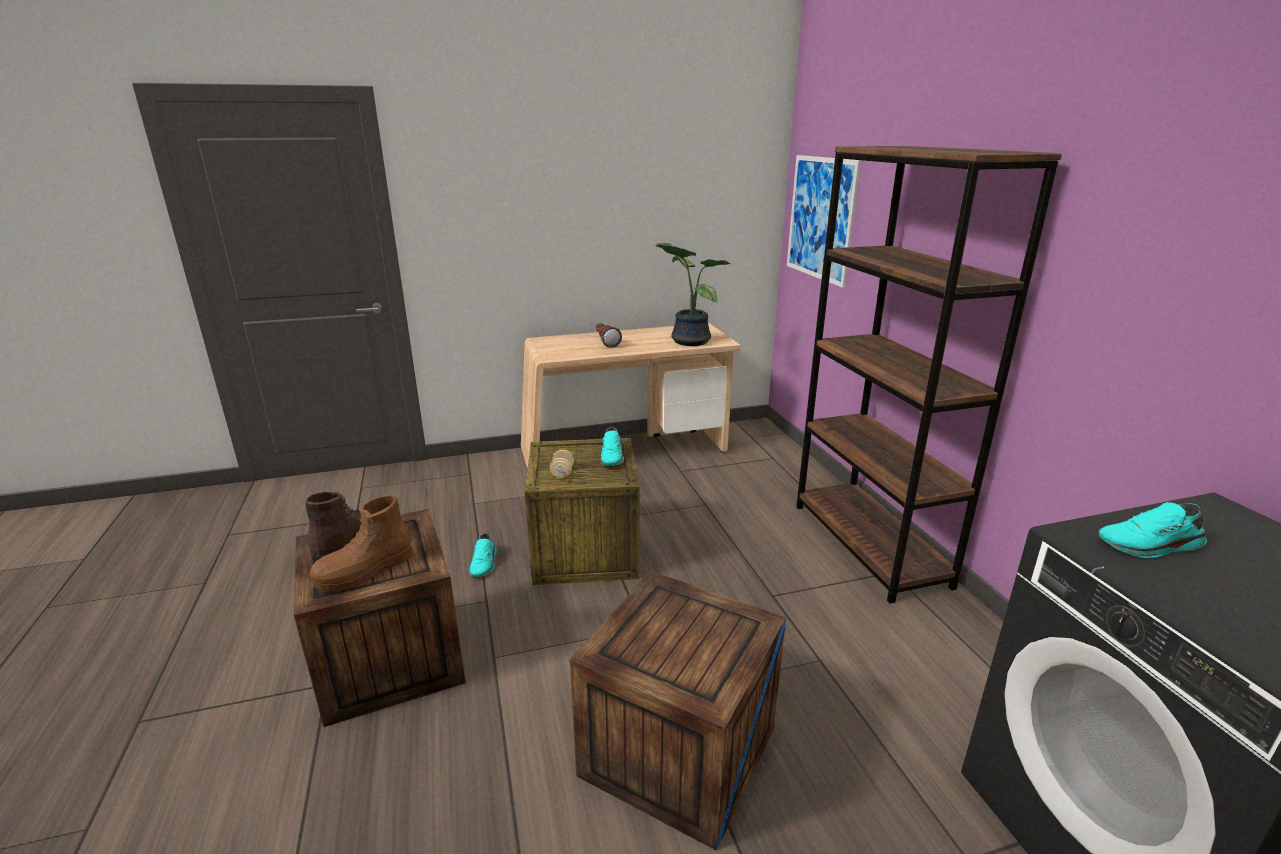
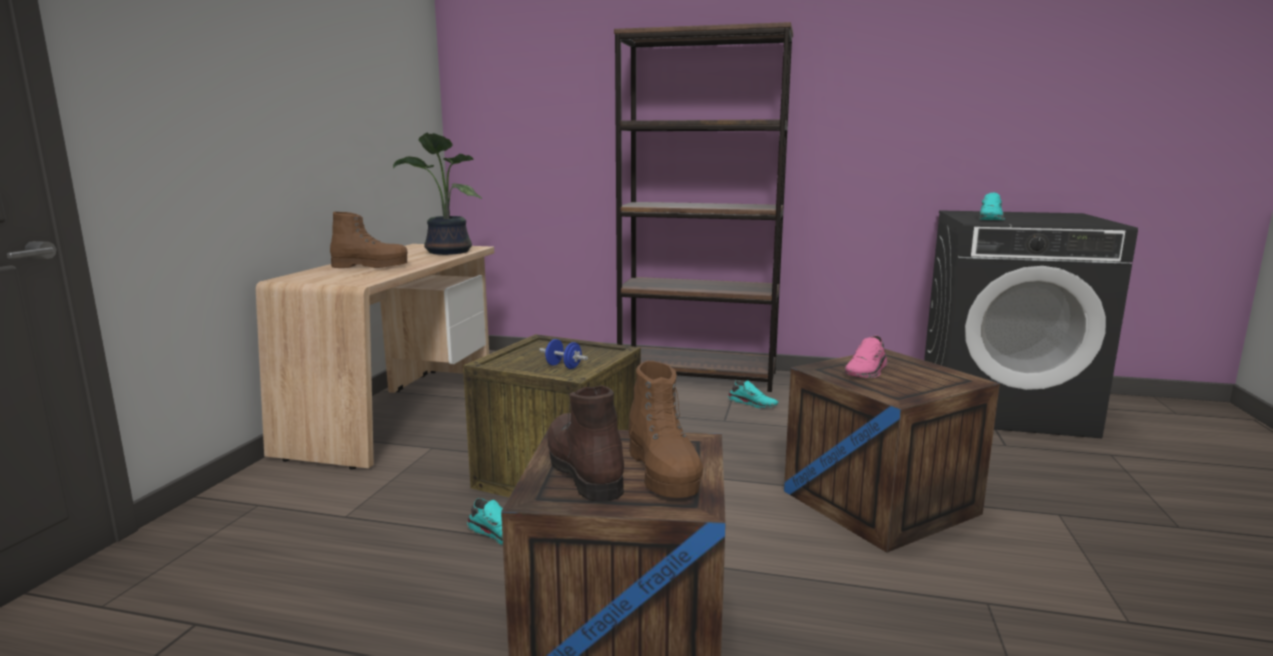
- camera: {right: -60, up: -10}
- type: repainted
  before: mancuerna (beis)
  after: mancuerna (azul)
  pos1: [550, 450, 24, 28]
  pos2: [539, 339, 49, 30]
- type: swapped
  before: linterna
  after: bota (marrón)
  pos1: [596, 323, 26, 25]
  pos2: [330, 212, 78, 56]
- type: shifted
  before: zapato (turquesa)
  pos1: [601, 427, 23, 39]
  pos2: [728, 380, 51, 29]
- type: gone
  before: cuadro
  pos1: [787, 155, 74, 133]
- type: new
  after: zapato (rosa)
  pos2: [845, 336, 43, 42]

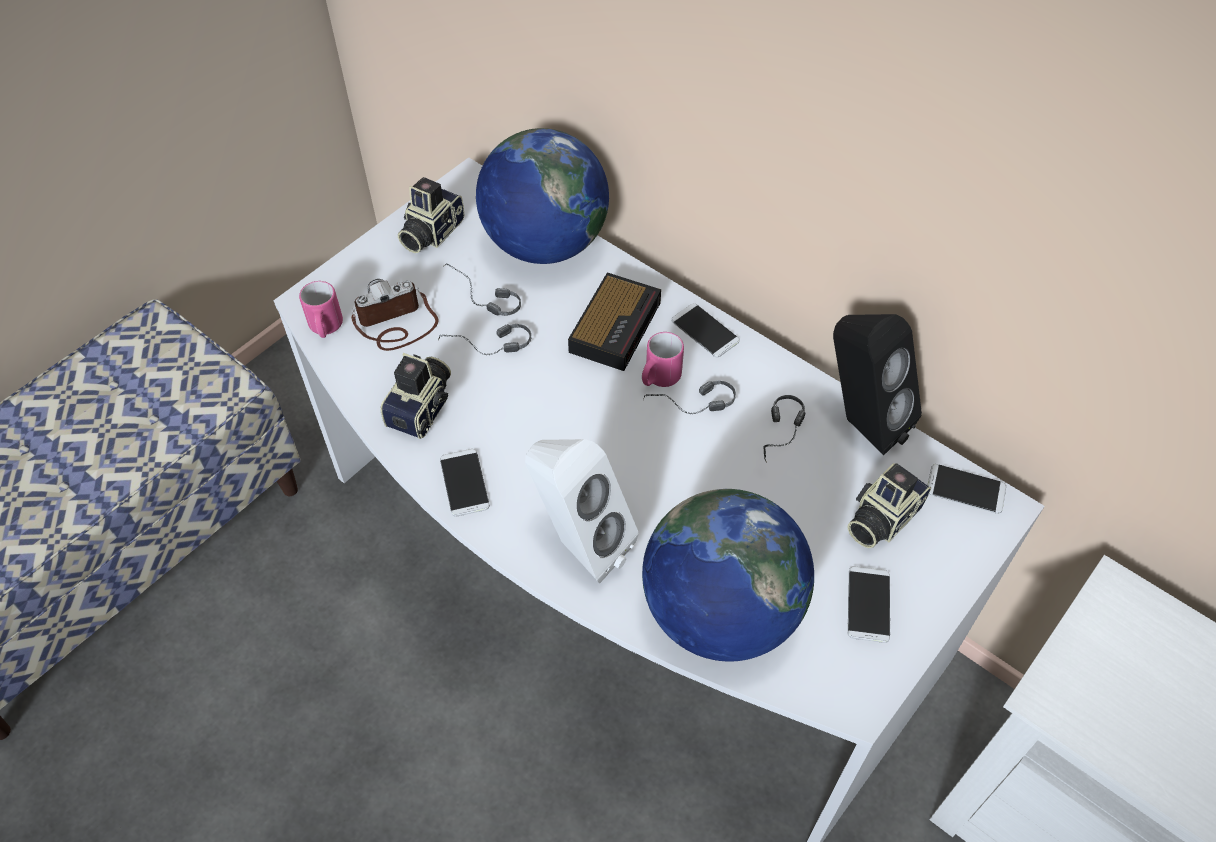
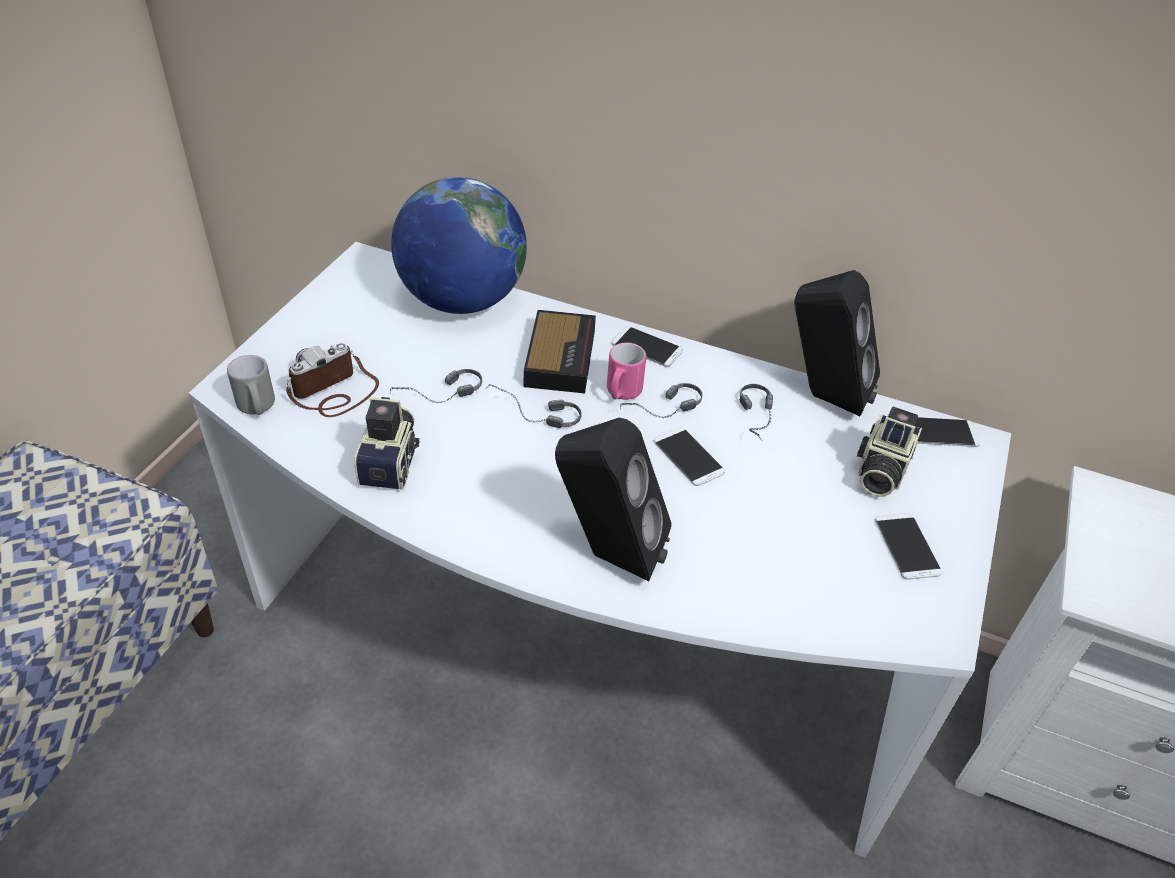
- camera: {right: -20, up: -10}
- type: repainted
  before: taza grande (rosa)
  after: taza grande (gris)
  pos1: [299, 281, 44, 57]
  pos2: [227, 355, 48, 60]
- type: gone
  before: cámara
  pos1: [398, 177, 66, 76]
- type: shifted
  before: móvil
  pos1: [440, 449, 50, 68]
  pos2: [654, 428, 71, 58]
- type: shifted
  before: auriculares
  pos1: [443, 263, 78, 53]
  pos2: [487, 384, 95, 44]
- type: repainted
  before: altavoz (blanco)
  after: altavoz (negro)
  pos1: [525, 439, 114, 144]
  pos2: [555, 417, 117, 164]
- type: gone
  before: globo terráqueo
  pos1: [642, 489, 172, 173]

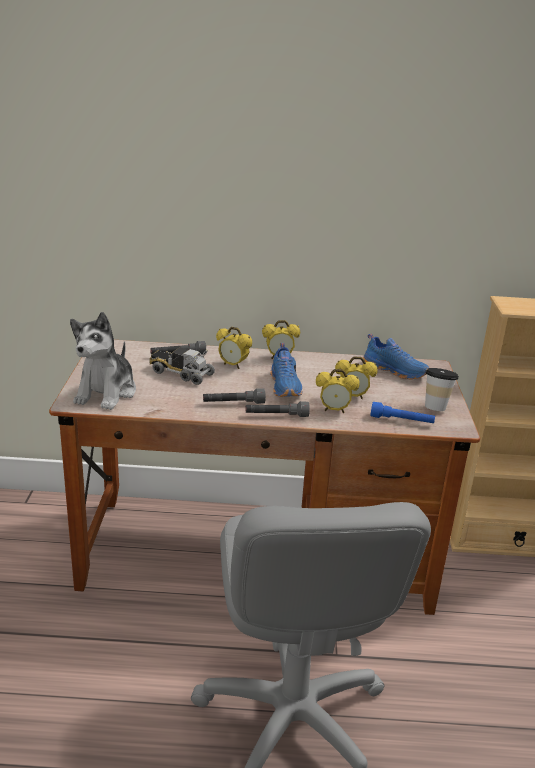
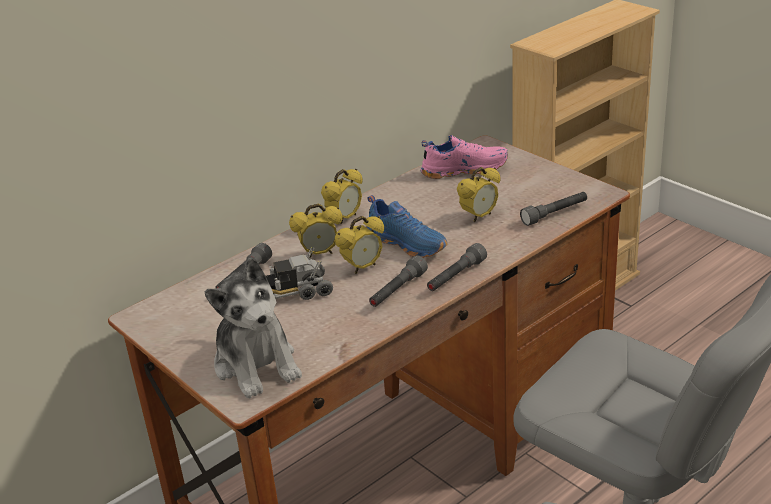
- camera: {right: -40, up: 5}
- type: shifted
  before: despertador
  pos1: [316, 369, 44, 44]
  pos2: [335, 216, 49, 58]
- type: repainted
  before: zapato (azul)
  after: zapato (rosa)
  pos1: [363, 334, 66, 46]
  pos2: [420, 135, 88, 44]
- type: repainted
  before: linterna (azul)
  after: linterna (gris)
  pos1: [370, 402, 65, 21]
  pos2: [520, 192, 67, 34]
- type: gone
  before: taza
  pos1: [425, 368, 34, 43]

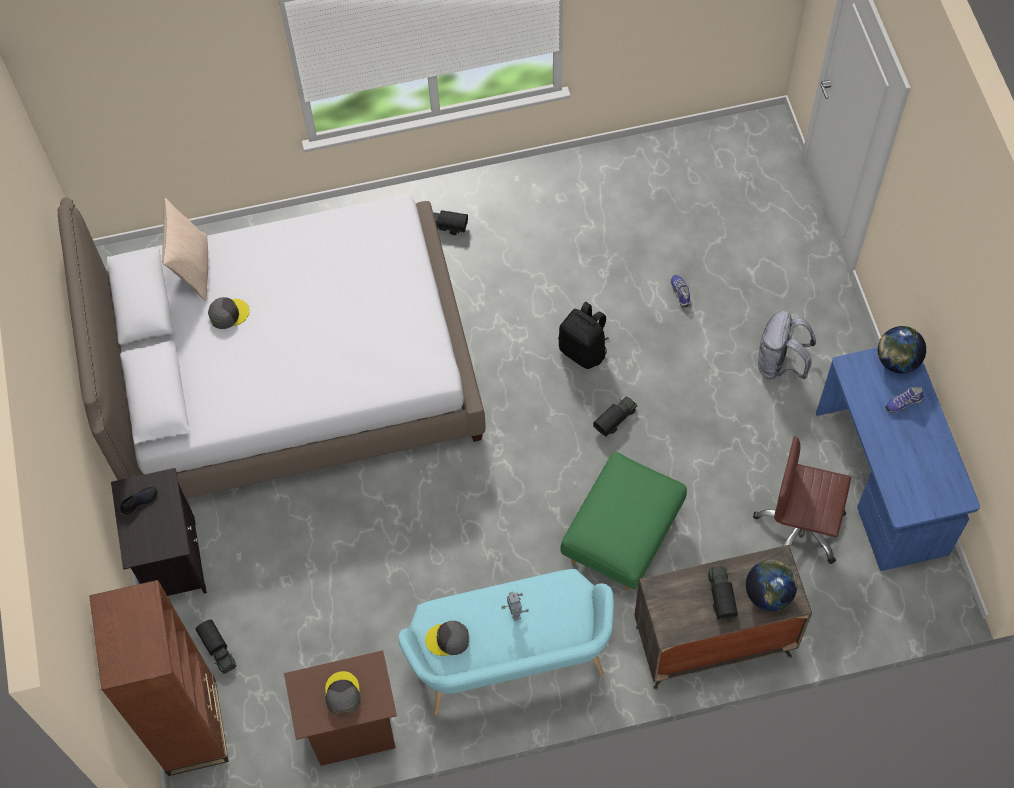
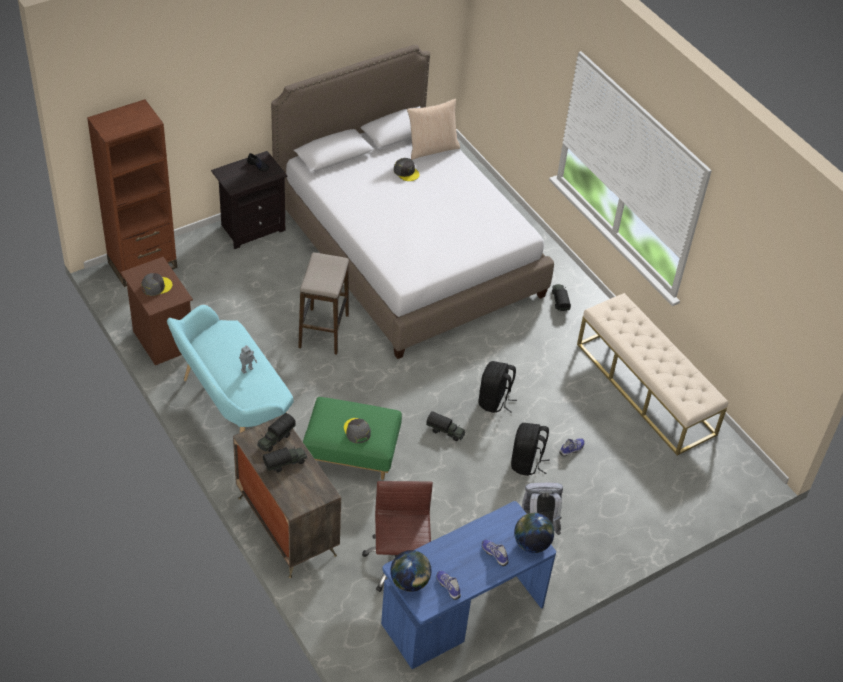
- camera: {right: 65, up: -15}
- type: shifted
  before: camión de juguete
  pos1: [196, 619, 41, 55]
  pos2: [257, 413, 39, 39]
- type: shifted
  before: gorra (gris)
  pos1: [425, 621, 44, 35]
  pos2: [344, 418, 27, 25]
- type: shifted
  before: globo terráqueo
  pos1: [746, 559, 51, 52]
  pos2: [390, 550, 41, 42]
- type: new
  after: taburete
  pos2: [298, 252, 51, 103]
- type: new
  after: zapato
  pos2: [436, 570, 25, 30]
- type: new
  after: mochila (negro)
  pos2: [511, 423, 39, 53]
- type: new
  after: banco (beis)
  pos2: [577, 293, 152, 162]

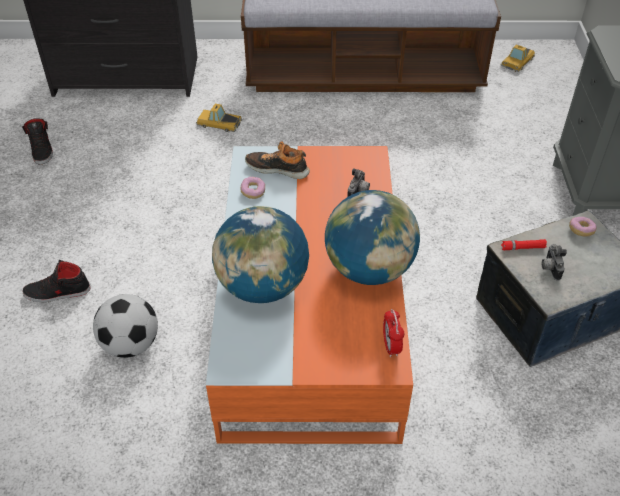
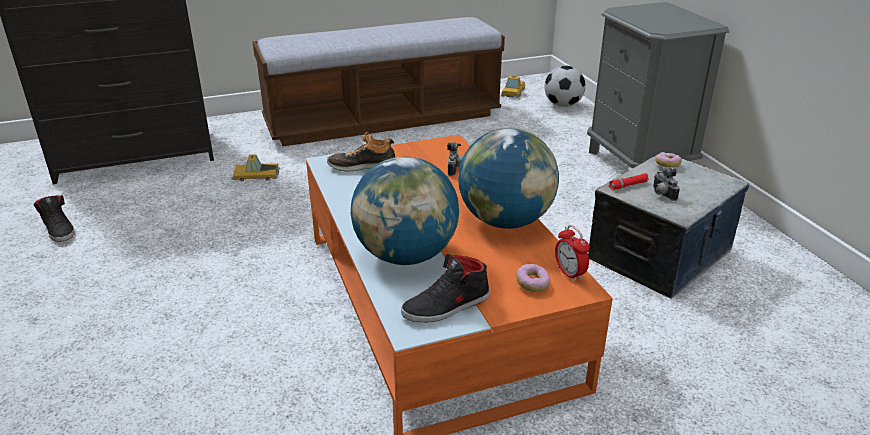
- camera: {right: -20, up: -15}
- type: shifted
  before: zapato (negro)
  pos1: [22, 260, 69, 42]
  pos2: [401, 254, 88, 69]
- type: shifted
  before: balón de fútbol
  pos1: [93, 294, 65, 64]
  pos2: [544, 66, 42, 41]
- type: shifted
  before: rosquilla
  pos1: [241, 177, 24, 22]
  pos2: [516, 264, 34, 28]

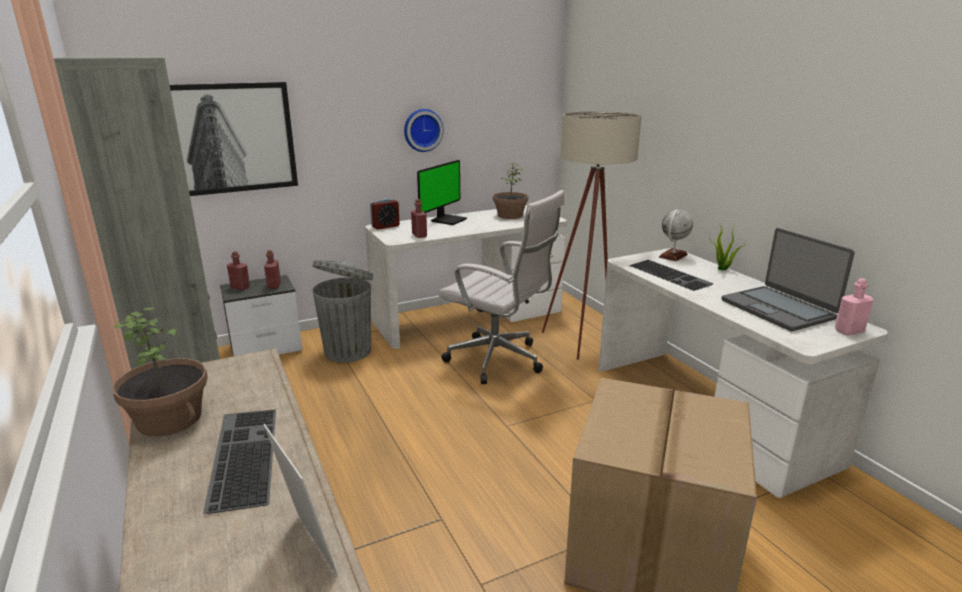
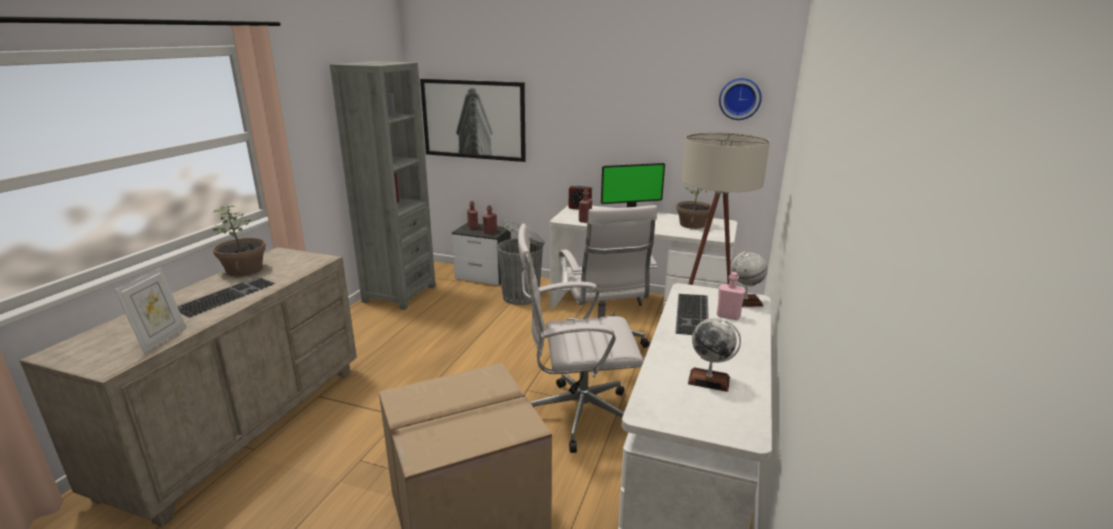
- camera: {right: 45, up: 0}
- type: shifted
  before: reloj de pared
  pos1: [404, 109, 39, 43]
  pos2: [719, 78, 43, 42]
- type: gone
  before: planta en maceta
  pos1: [709, 223, 37, 47]
- type: swapped
  before: portátil
  after: globo terráqueo
  pos1: [721, 228, 134, 103]
  pos2: [688, 318, 53, 74]
- type: shifted
  before: botella (rosa)
  pos1: [835, 278, 39, 57]
  pos2: [717, 272, 29, 48]
- type: new
  after: silla de oficina (blanco)
  pos2: [518, 223, 126, 230]

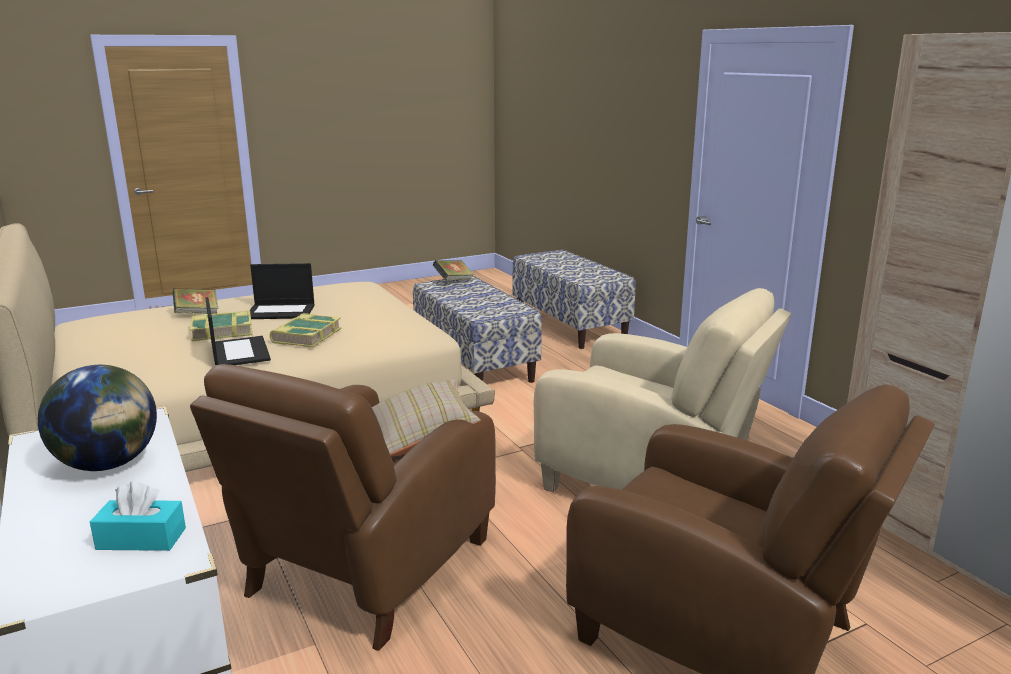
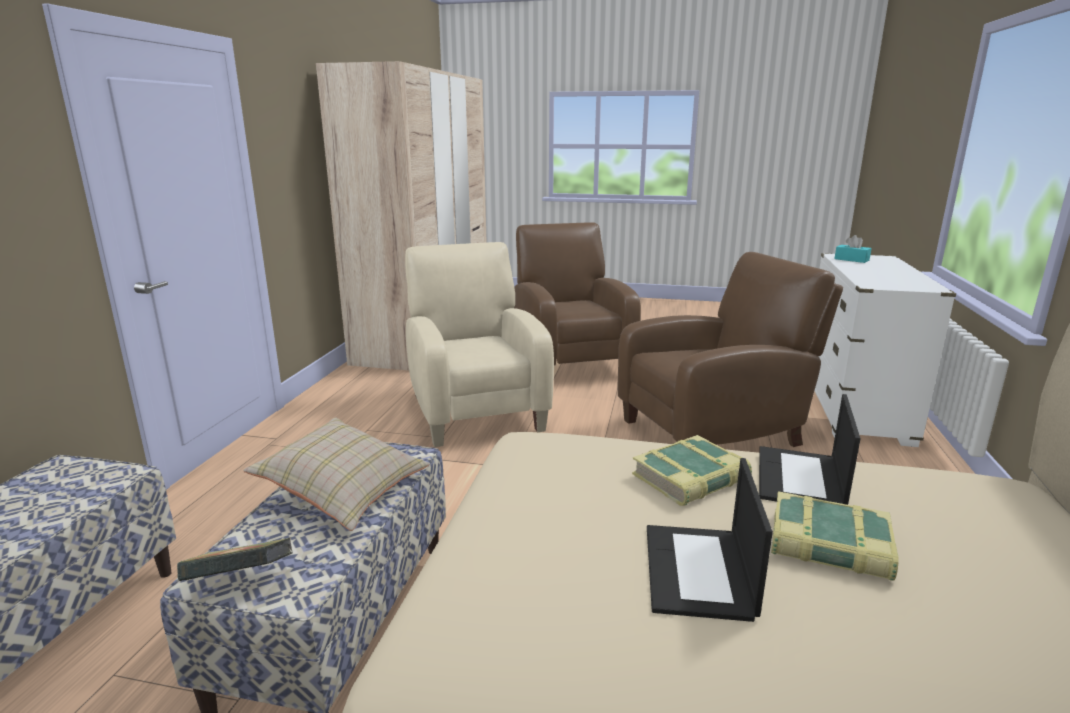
- camera: {right: -140, up: 0}
- type: gone
  before: globo terráqueo
  pos1: [38, 365, 119, 106]
- type: gone
  before: libro
  pos1: [173, 288, 45, 26]
- type: rotated
  before: portátil
  pos1: [249, 263, 66, 56]
  pos2: [647, 458, 126, 164]
  turn: -120
- type: shifted
  before: cojín (beis)
  pos1: [372, 378, 109, 79]
  pos2: [243, 417, 186, 114]

